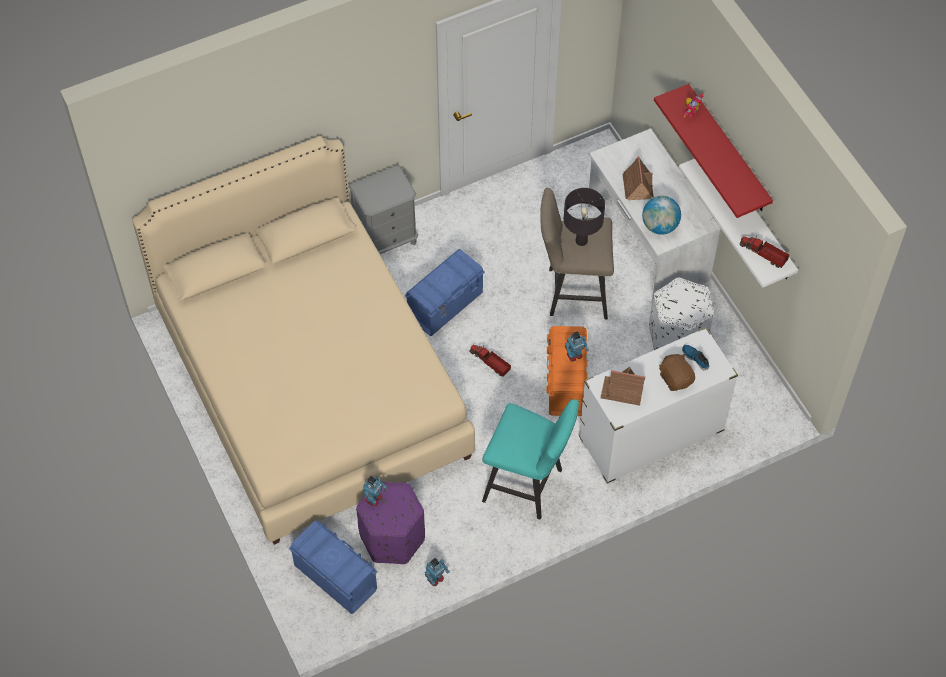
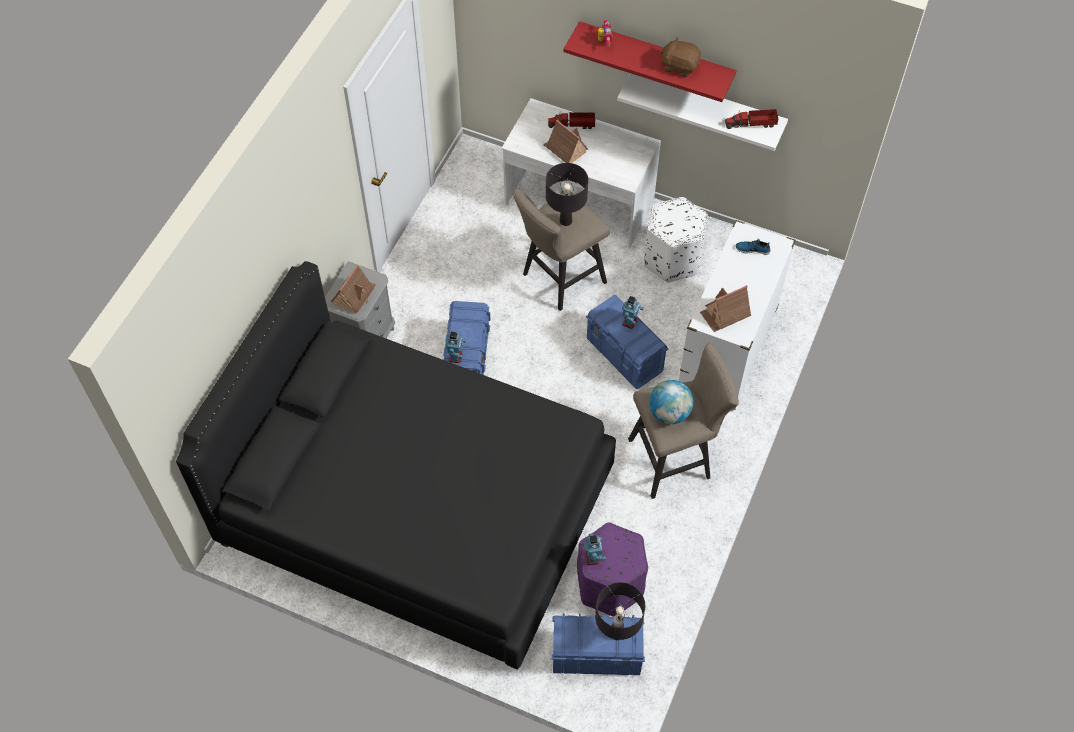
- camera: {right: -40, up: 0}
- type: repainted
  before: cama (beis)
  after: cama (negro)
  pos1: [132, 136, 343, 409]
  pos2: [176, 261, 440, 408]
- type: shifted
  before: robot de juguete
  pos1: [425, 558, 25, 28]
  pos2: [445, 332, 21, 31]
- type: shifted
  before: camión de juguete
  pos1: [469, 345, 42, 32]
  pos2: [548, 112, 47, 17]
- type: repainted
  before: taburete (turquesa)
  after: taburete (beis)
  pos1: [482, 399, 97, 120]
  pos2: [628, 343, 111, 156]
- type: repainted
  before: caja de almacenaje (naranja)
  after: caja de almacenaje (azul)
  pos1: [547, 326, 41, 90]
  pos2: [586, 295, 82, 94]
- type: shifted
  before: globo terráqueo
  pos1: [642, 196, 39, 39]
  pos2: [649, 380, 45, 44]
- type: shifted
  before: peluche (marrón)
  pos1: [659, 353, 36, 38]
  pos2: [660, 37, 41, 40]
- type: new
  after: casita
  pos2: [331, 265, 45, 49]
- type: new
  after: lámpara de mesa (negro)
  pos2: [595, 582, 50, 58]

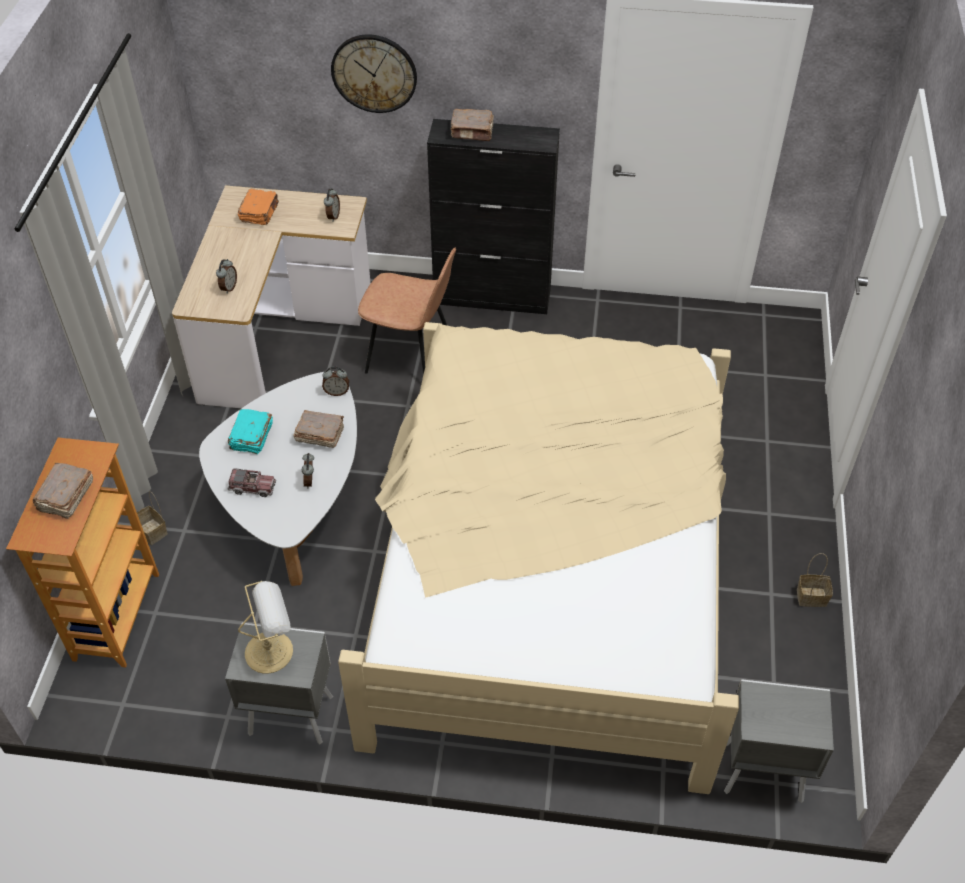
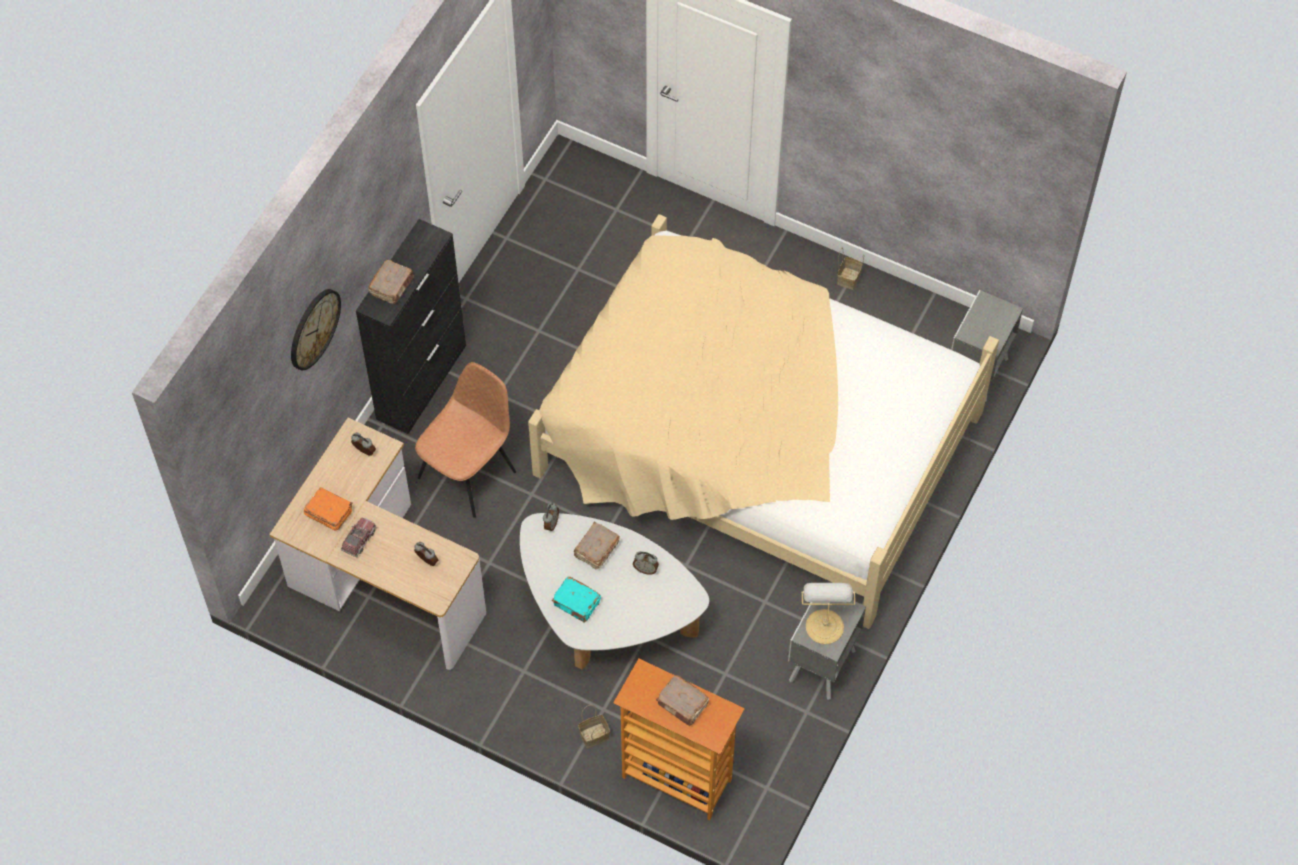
- camera: {right: -70, up: 10}
- type: shifted
  before: camión de juguete
  pos1: [228, 468, 48, 29]
  pos2: [341, 517, 36, 40]

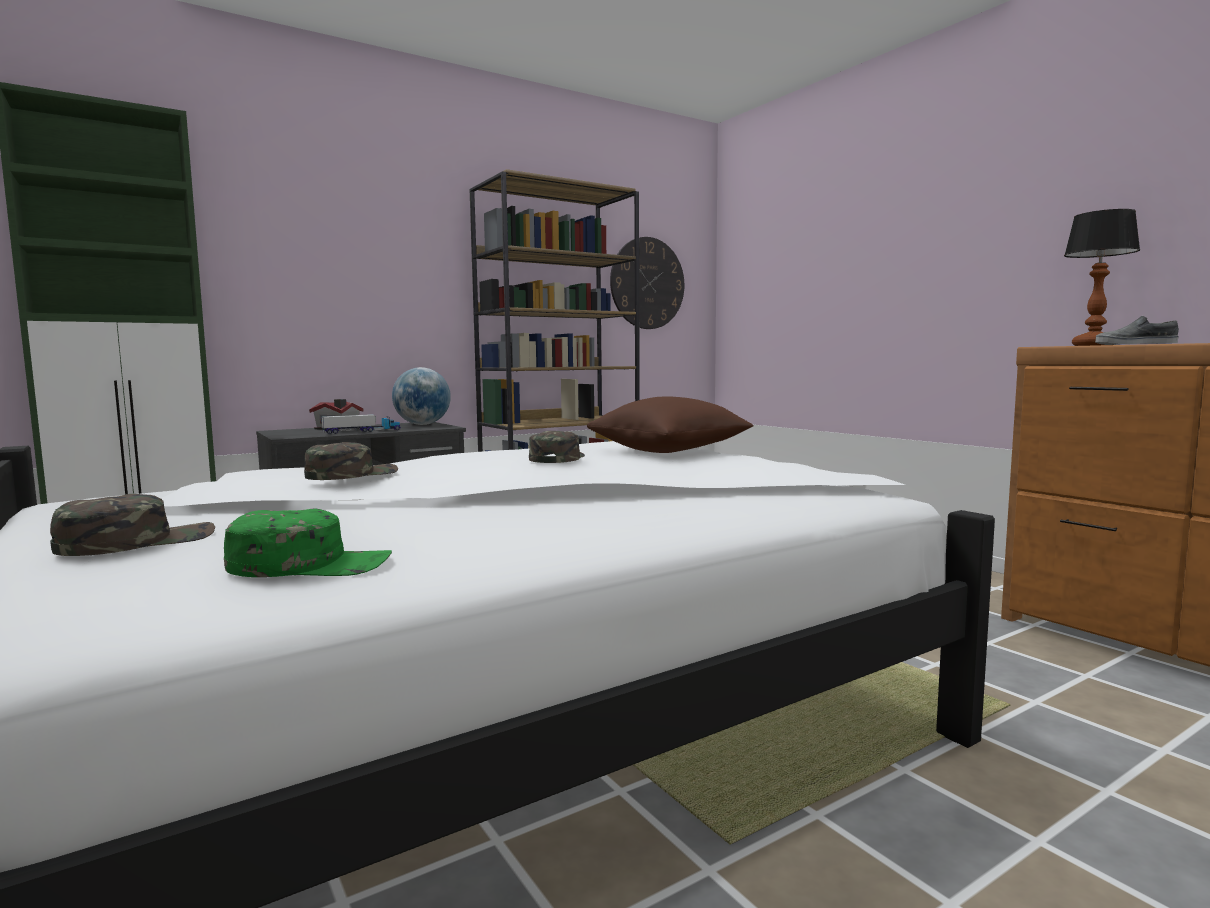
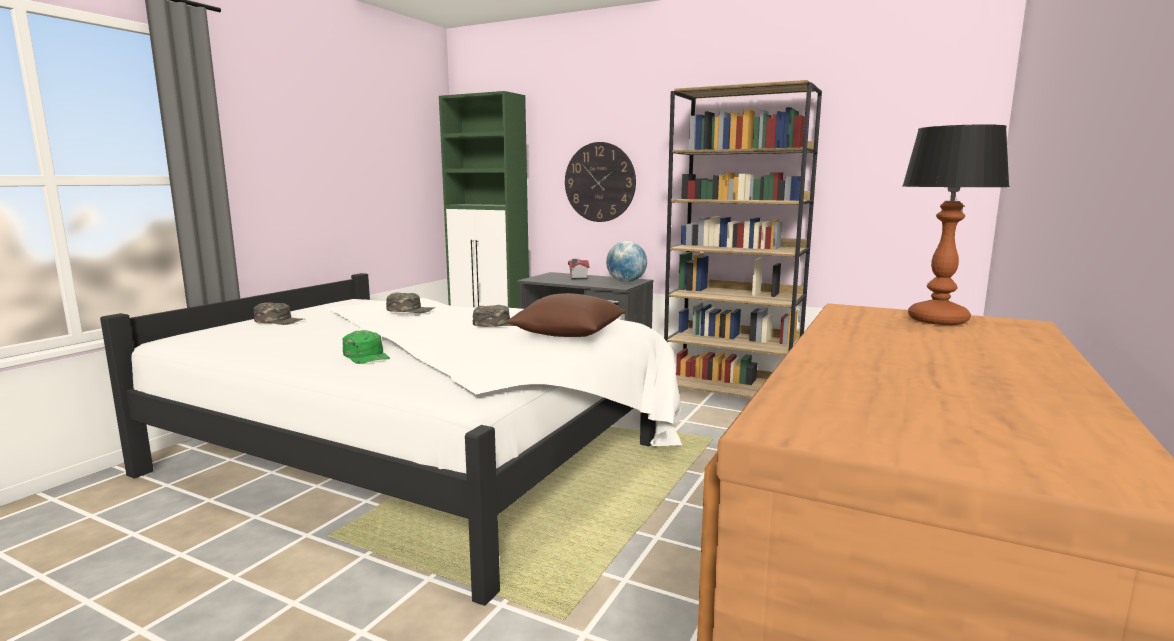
- camera: {right: 60, up: 5}
- type: shifted
  before: gorra (verde)
  pos1: [224, 508, 168, 69]
  pos2: [343, 330, 47, 34]
- type: gone
  before: camión de juguete
  pos1: [322, 414, 79, 20]
- type: shifted
  before: reloj de pared
  pos1: [610, 237, 74, 92]
  pos2: [565, 142, 71, 80]
- type: gone
  before: zapato (gris)
  pos1: [1095, 316, 84, 29]

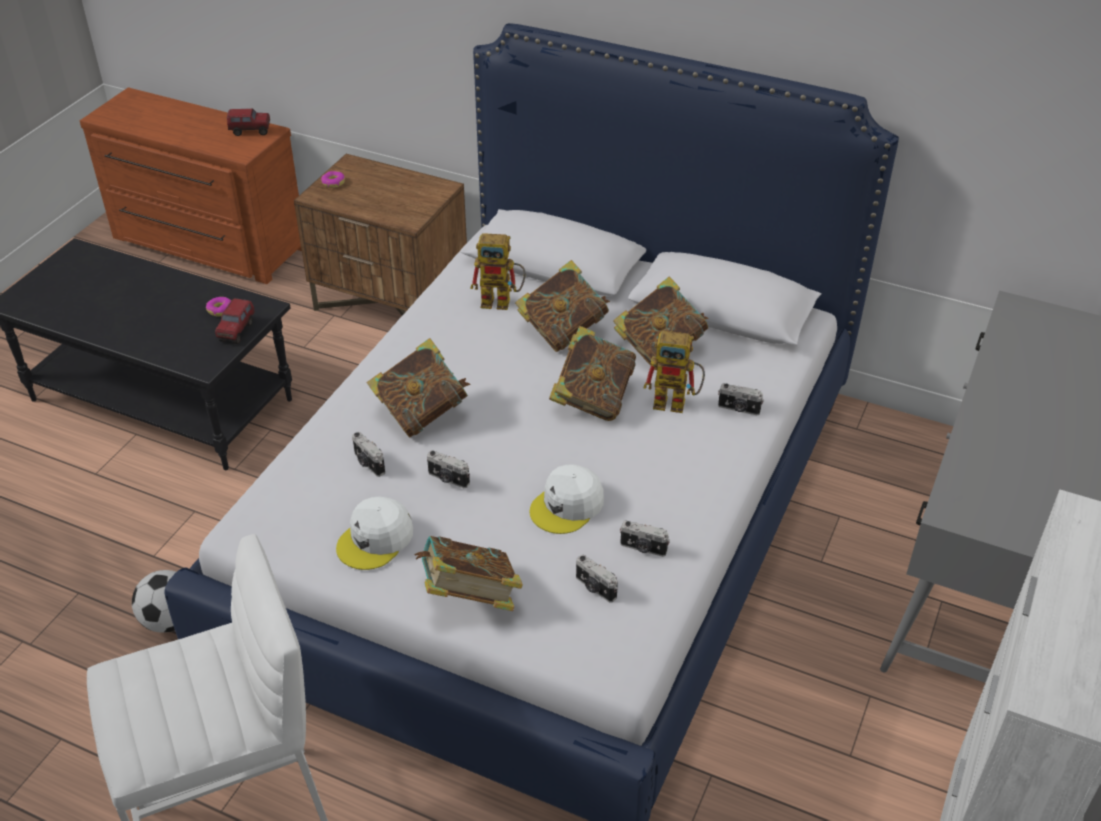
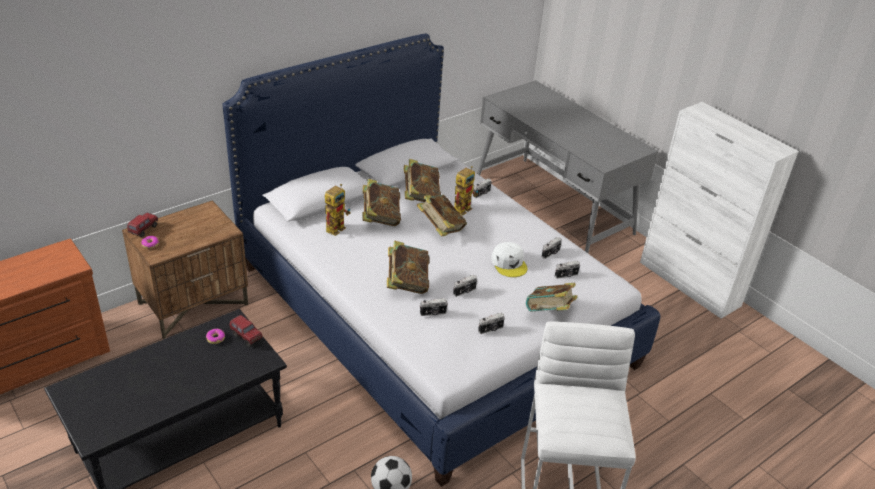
- camera: {right: -65, up: -5}
- type: shifted
  before: camión de juguete
  pos1: [227, 109, 43, 27]
  pos2: [127, 213, 31, 24]
- type: swapped
  before: gorra (blanco)
  after: cámara
  pos1: [336, 496, 77, 74]
  pos2: [478, 313, 27, 21]

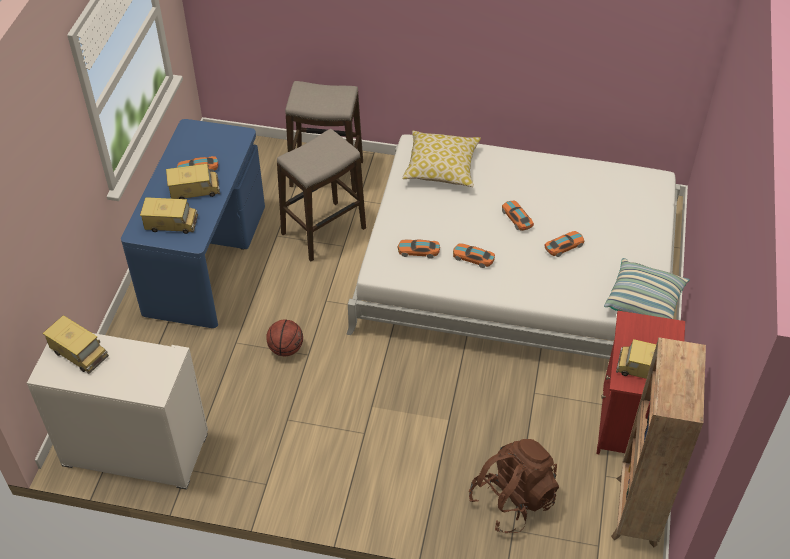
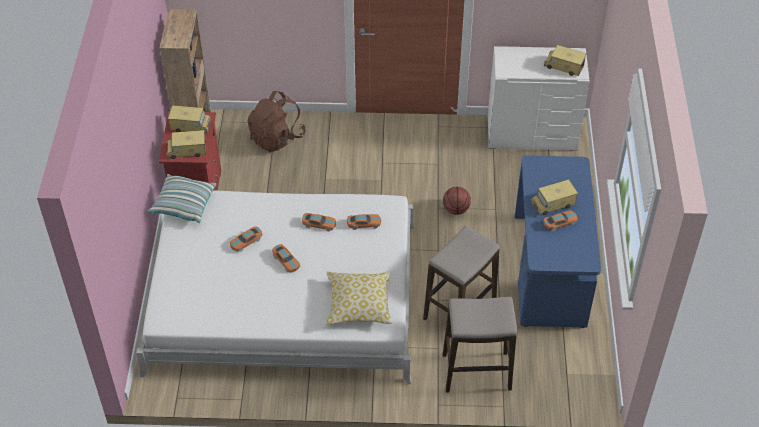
- camera: {right: 170, up: 0}
- type: shifted
  before: camión de juguete
  pos1: [140, 197, 58, 37]
  pos2: [167, 130, 39, 29]

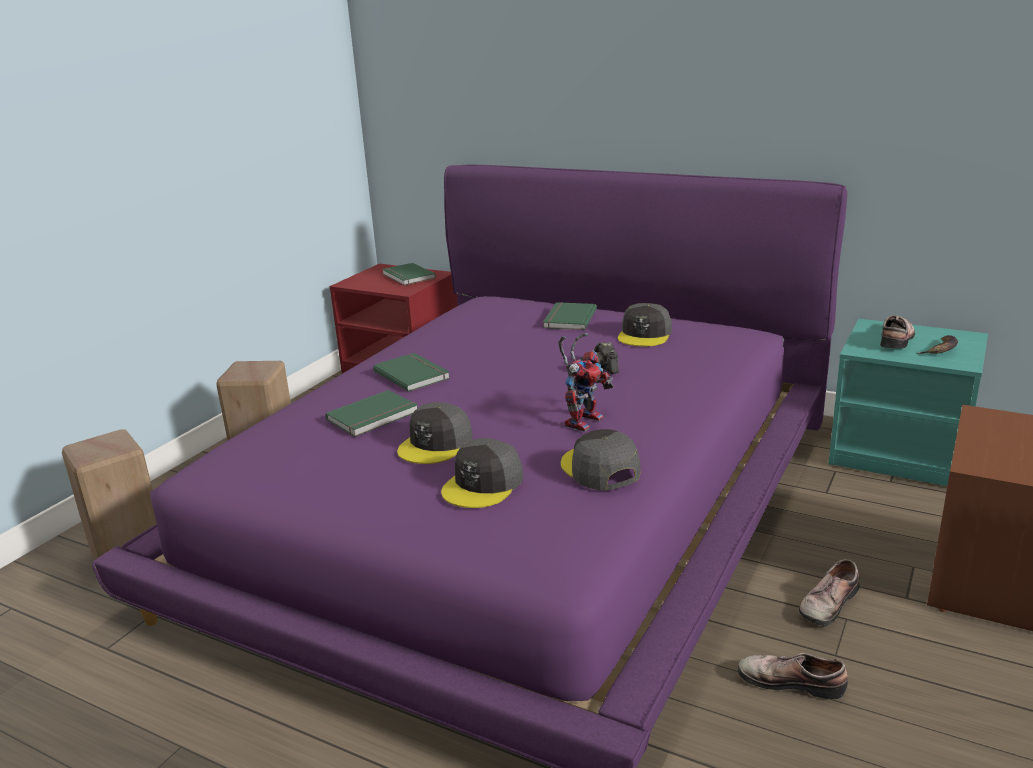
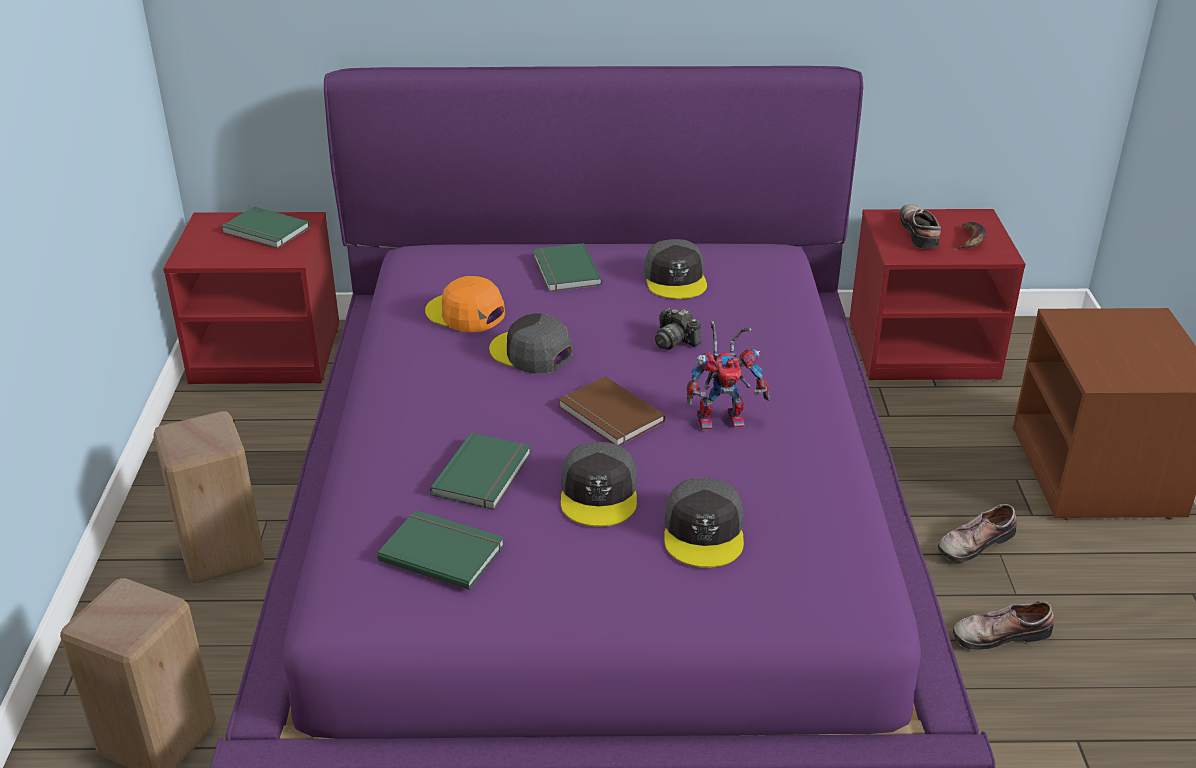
- camera: {right: -30, up: 10}
- type: shifted
  before: libro (verde)
  pos1: [373, 353, 77, 39]
  pos2: [377, 510, 127, 80]
- type: rotated
  before: robot de juguete
  pos1: [558, 333, 56, 99]
  pos2: [686, 321, 84, 110]
  turn: 75
- type: shifted
  before: gorra (gris)
  pos1: [561, 429, 80, 61]
  pos2: [489, 313, 84, 61]
- type: rotated
  before: zapato
  pos1: [799, 559, 61, 67]
  pos2: [938, 504, 79, 59]
  turn: 45
- type: repainted
  before: mesita de noche (turquesa)
  after: mesita de noche (rojo)
  pos1: [828, 319, 160, 167]
  pos2: [849, 209, 177, 171]
- type: new
  after: gorra (naranja)
  pos2: [425, 276, 80, 56]
- type: new
  after: libro (marrón)
  pos2: [558, 376, 108, 69]

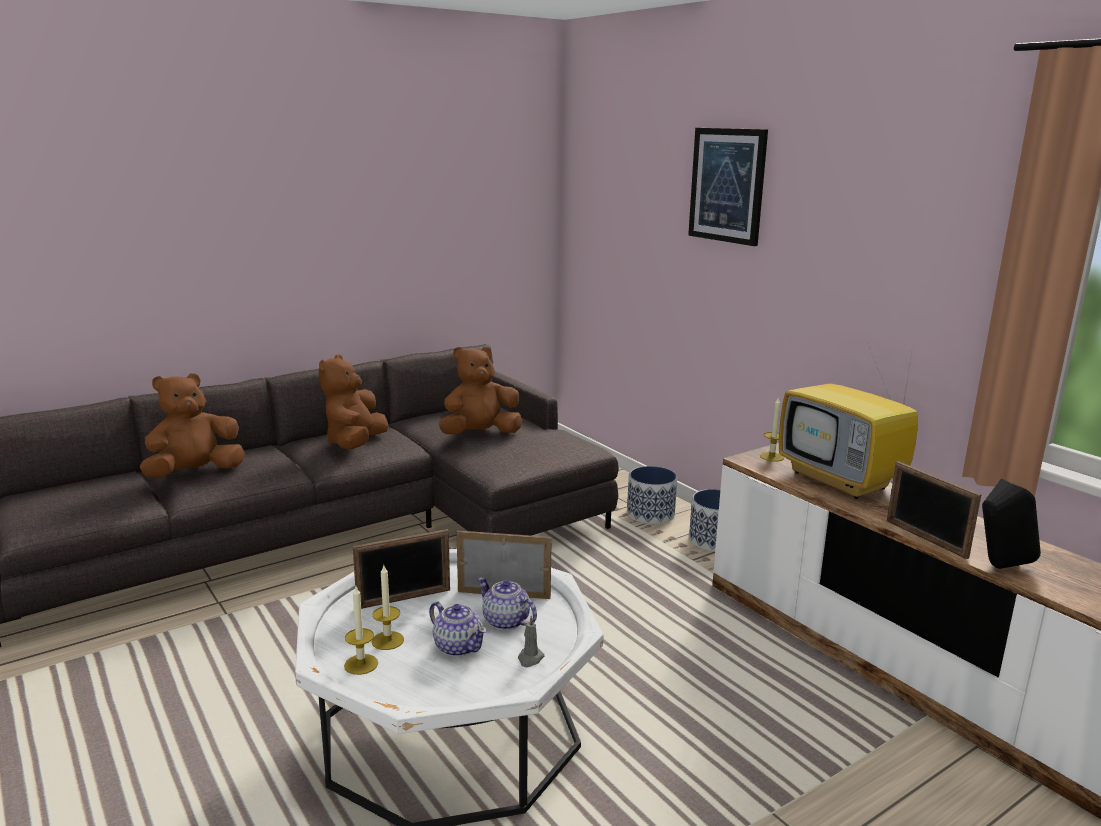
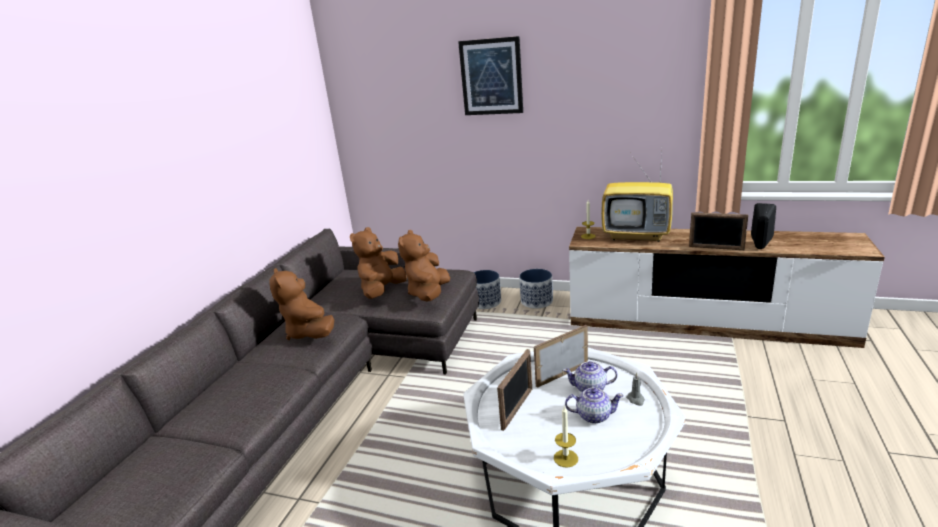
- camera: {right: -35, up: 5}
- type: shifted
  before: peluche (marrón)
  pos1: [140, 373, 105, 105]
  pos2: [398, 230, 52, 71]
- type: gone
  before: vela
  pos1: [372, 565, 32, 85]

